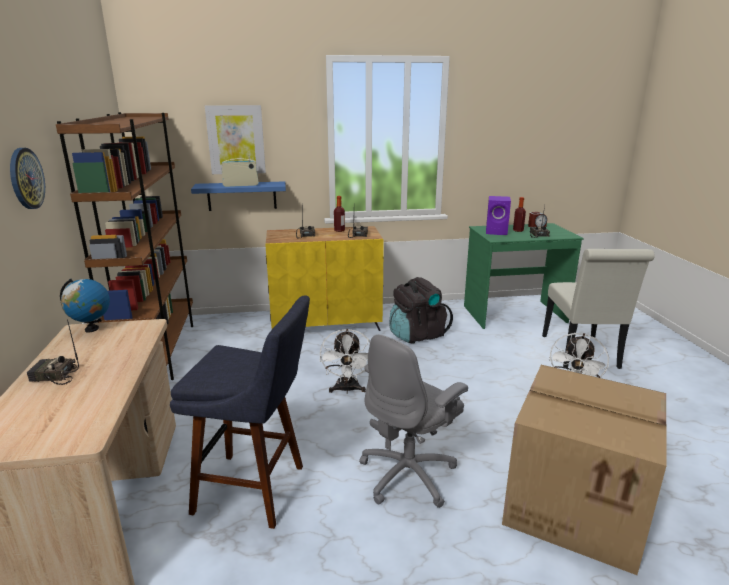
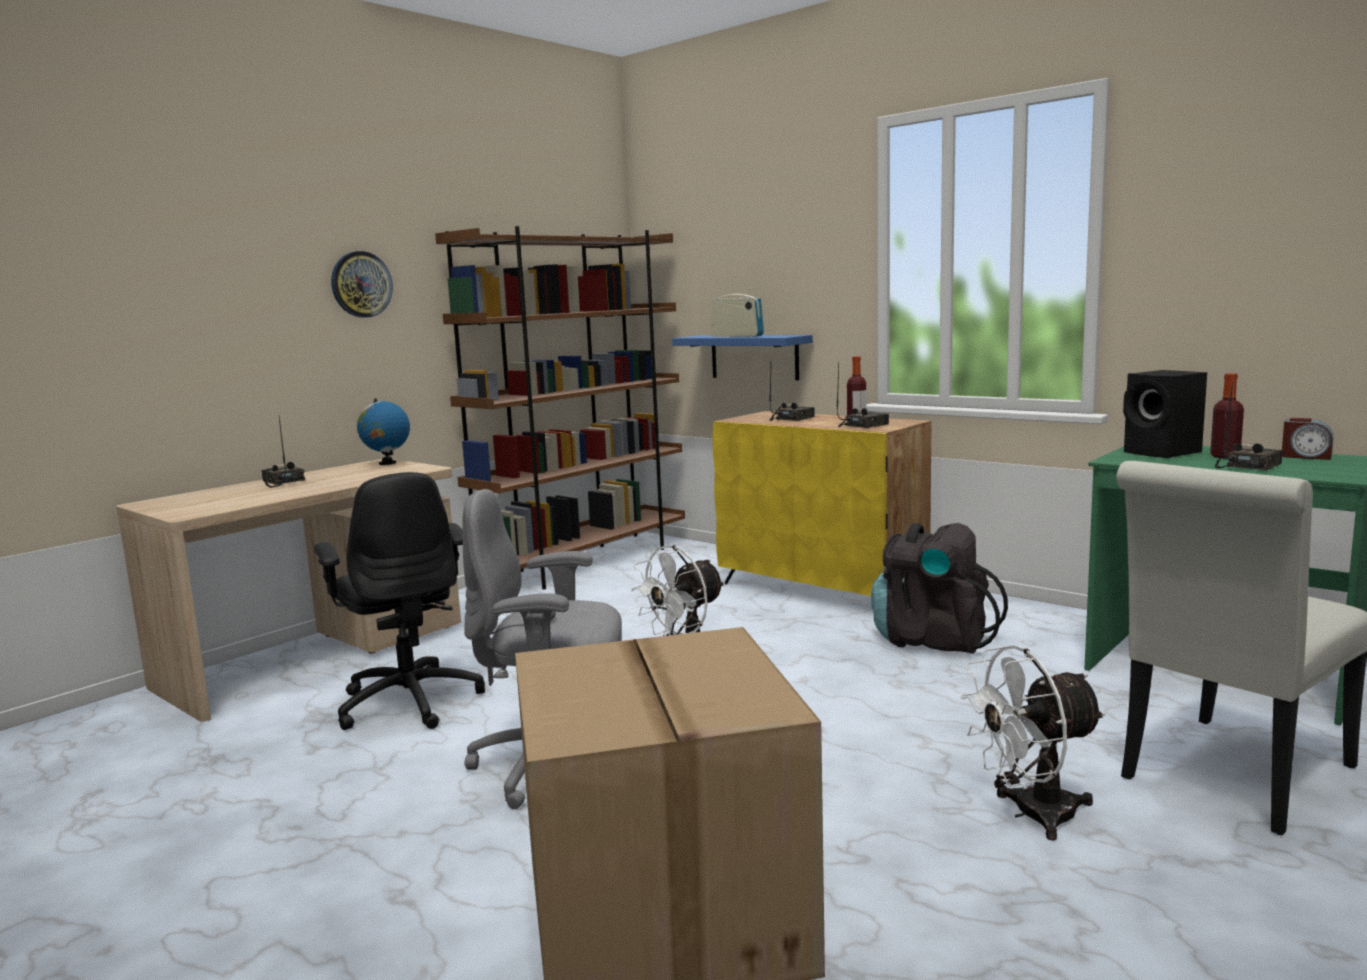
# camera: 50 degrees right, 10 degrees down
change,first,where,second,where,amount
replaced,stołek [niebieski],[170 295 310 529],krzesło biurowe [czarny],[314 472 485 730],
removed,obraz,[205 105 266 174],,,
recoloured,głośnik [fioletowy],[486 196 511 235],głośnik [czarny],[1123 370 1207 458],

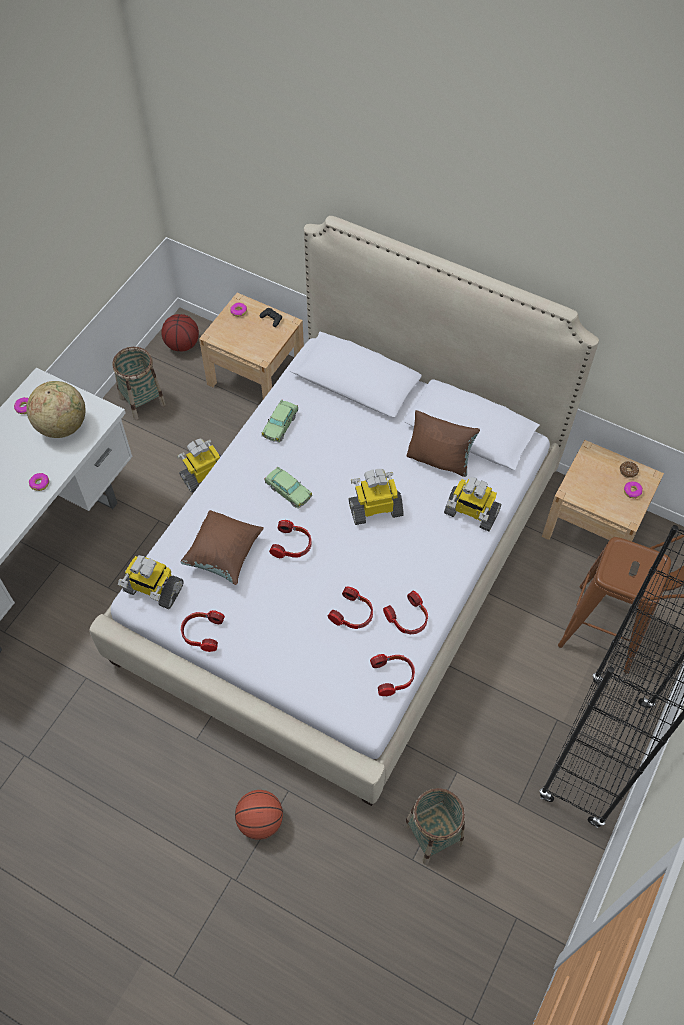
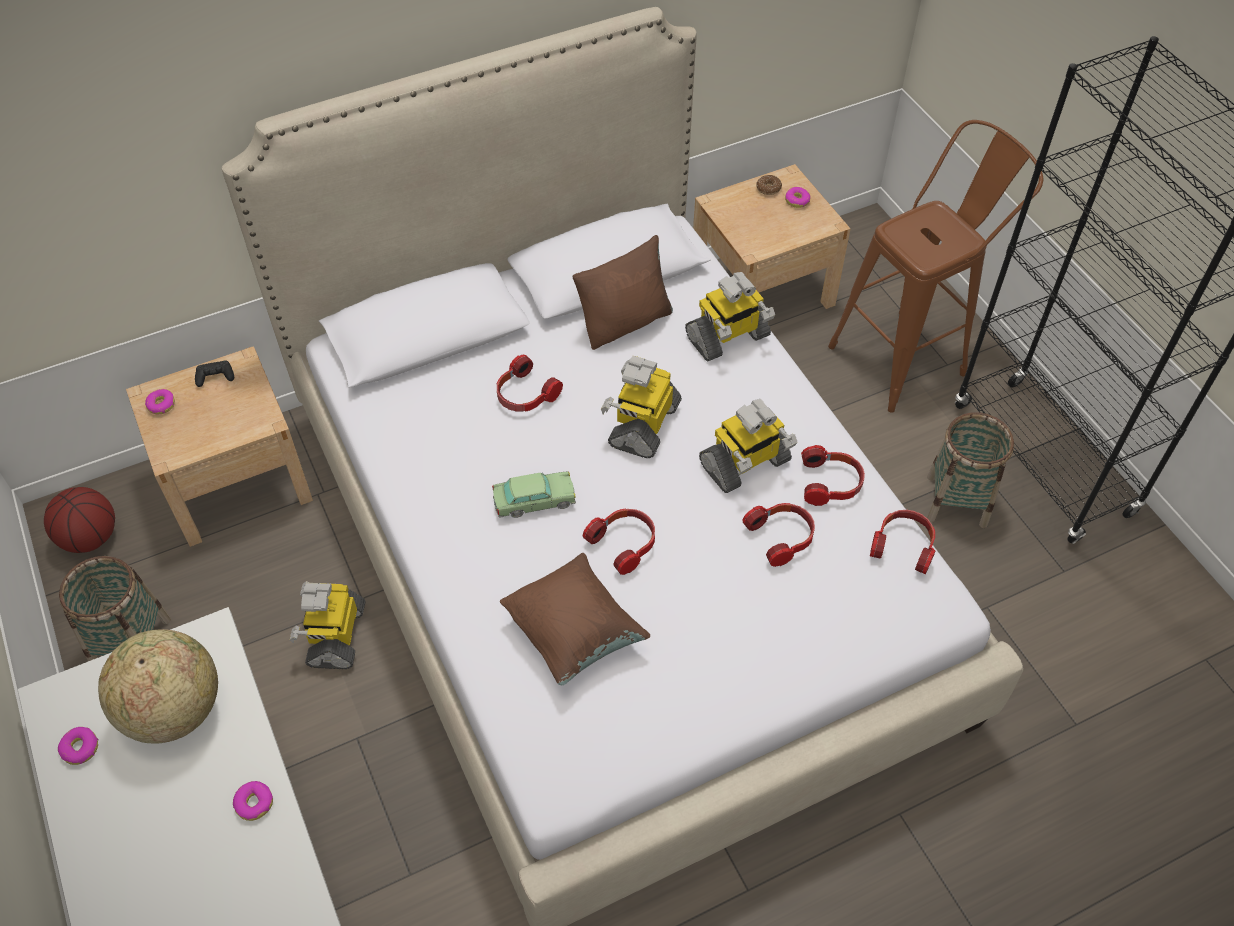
# camera: 55 degrees left, 5 degrees down
change,first,where,second,where,amount
moved,robot zabawkowy,[118 555 184 609],,[699 399 798 493],
moved,słuchawki,[181 610 225 652],,[497 355 563 412],
removed,piłka do koszykówki,[235 790 283 840],,,
removed,samochodzik,[261 400 298 443],,,
moved,koszyk,[404 788 465 865],,[927 412 1014 528],

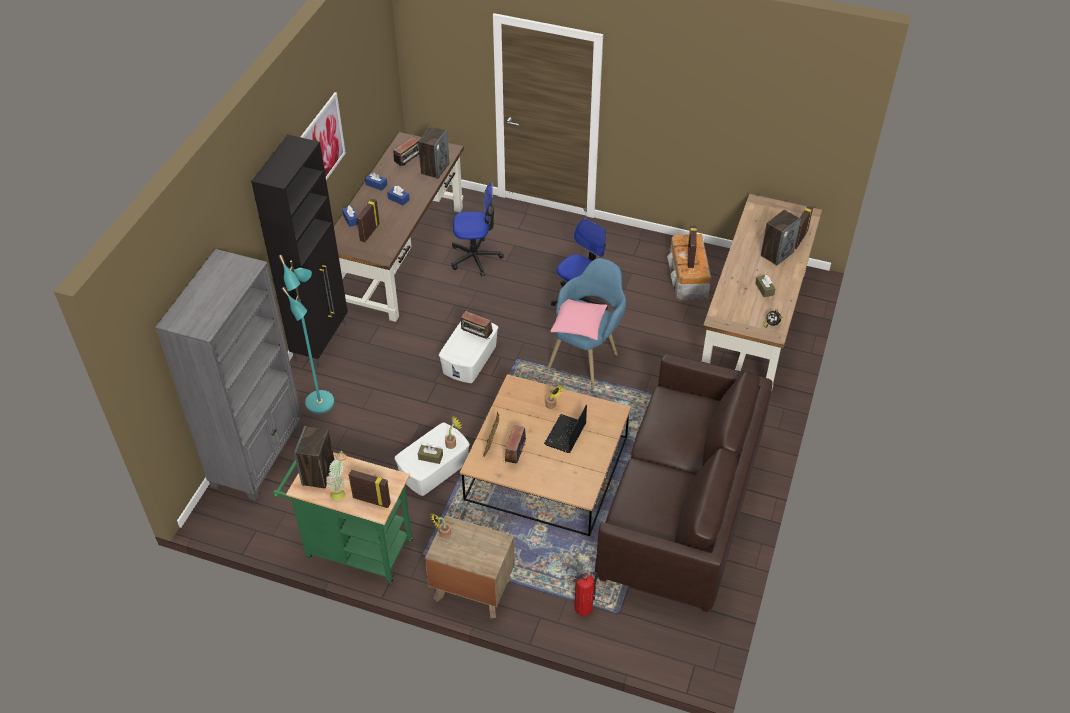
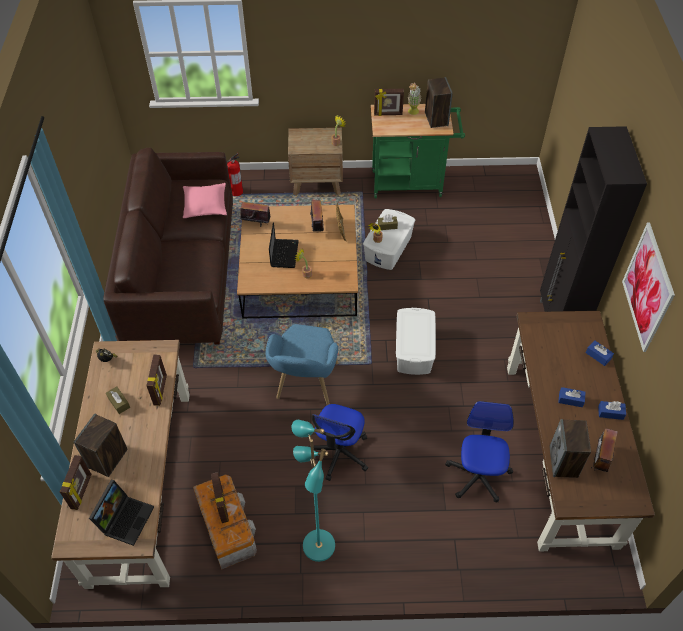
# camera: 160 degrees right, 5 degrees up
change,first,where,second,where,amount
removed,regał [szary],[155 249 302 501],,,
moved,lampa stojąca [turkusowy],[278 255 334 414],,[292 420 335 562],
moved,ramka na zdjęcie,[357 199 380 243],,[146 355 167 406],
turned,krzesło biurowe,[452 182 504 277],,[445 401 514 503],120 degrees clockwise
moved,radio,[461 311 493 340],,[240 199 271 227],
moved,poduszka [różowy],[550 299 607 340],,[183 183 227 218],
added,,,laptop,[89 480 154 546],

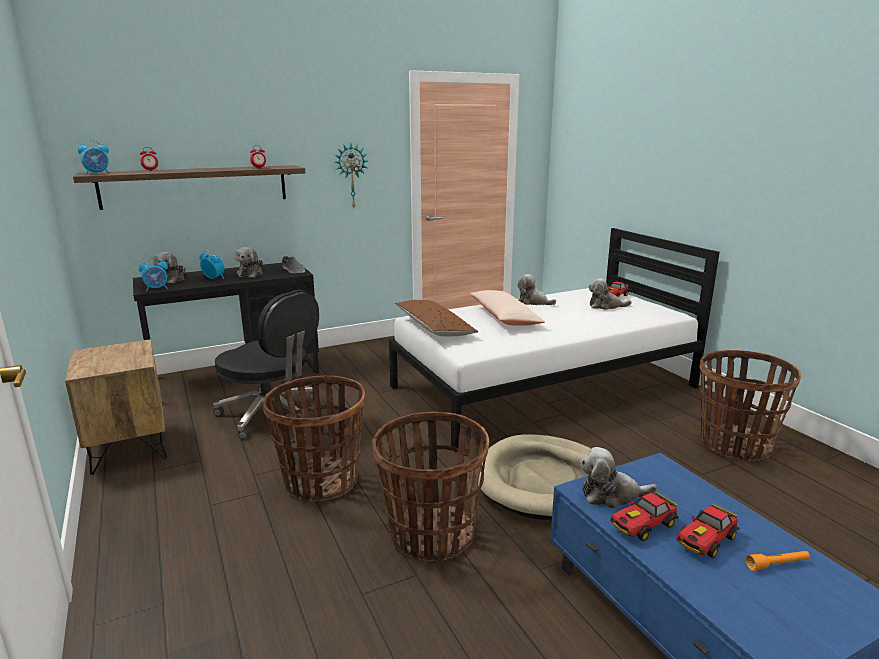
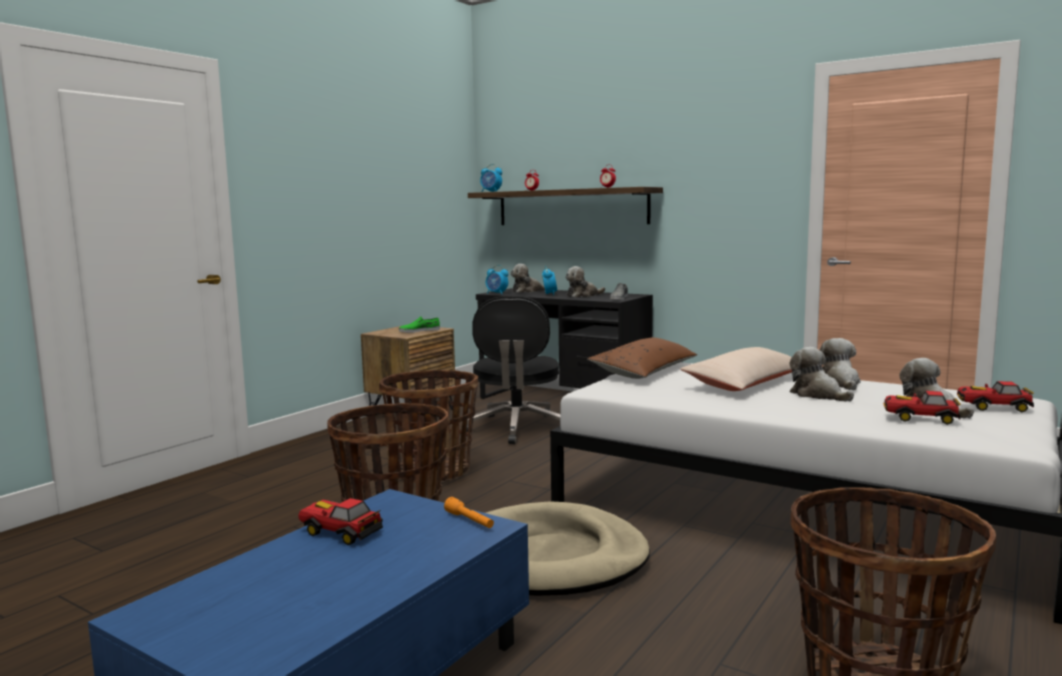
# camera: 60 degrees right, 10 degrees down
change,first,where,second,where,amount
removed,zegar ścienny,[334 143 368 208],,,
moved,pluszak,[580 447 657 509],,[790 347 854 401],
moved,samochodzik,[676 504 740 558],,[883 391 961 425],
moved,latarka [pomarańczowy],[746 551 810 571],,[444 497 494 528],
added,,,but [zielony],[399 316 440 333],

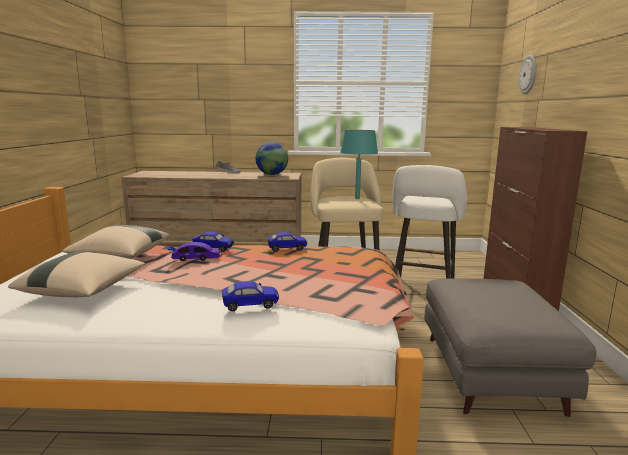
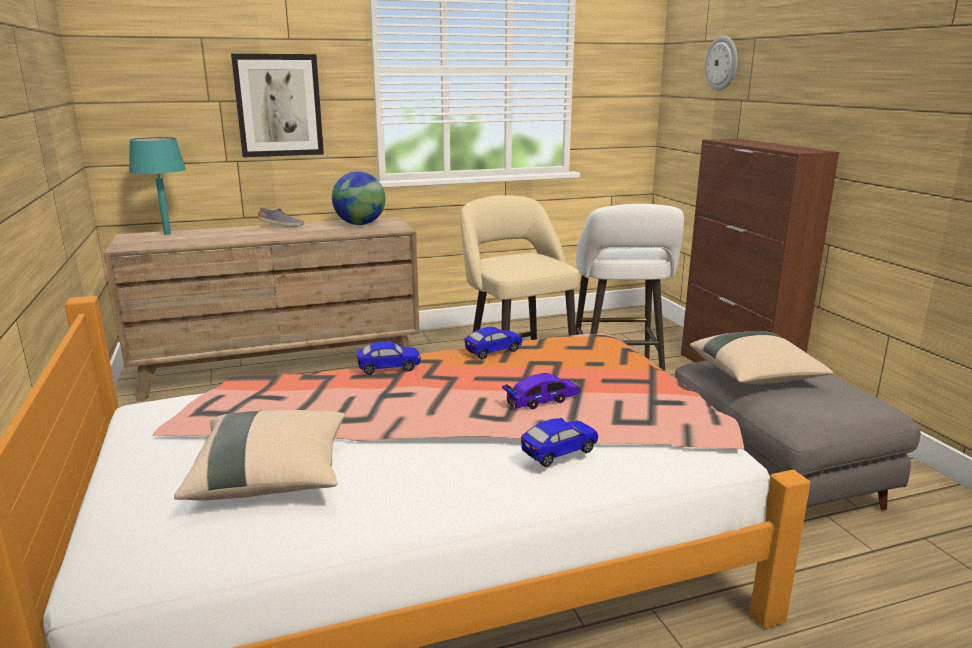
# camera: 20 degrees left, 5 degrees up
change,first,where,second,where,amount
moved,poduszka [beżowy],[62 225 169 259],,[690 331 833 384],
moved,samochodzik,[168 242 222 261],,[502 373 581 409],
moved,lampa stołowa [turkusowy],[340 130 378 199],,[129 137 186 235],
added,,,obraz,[231 54 324 157],

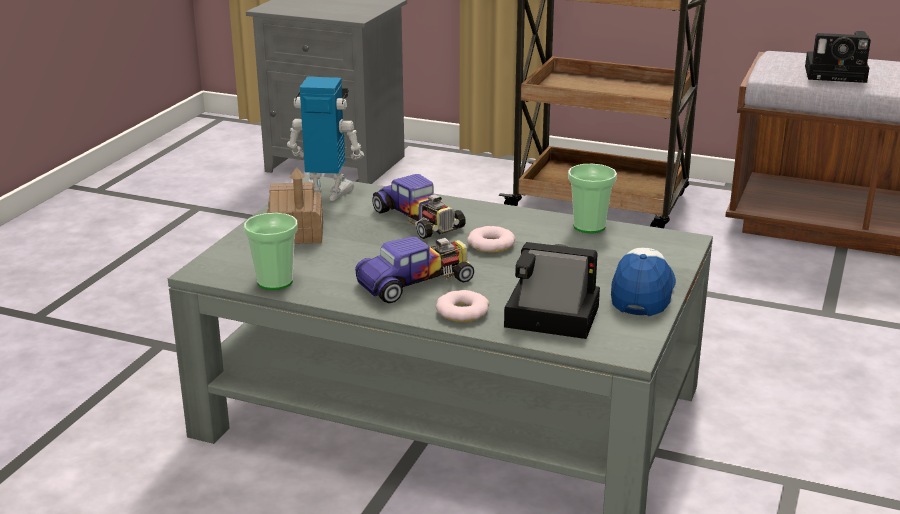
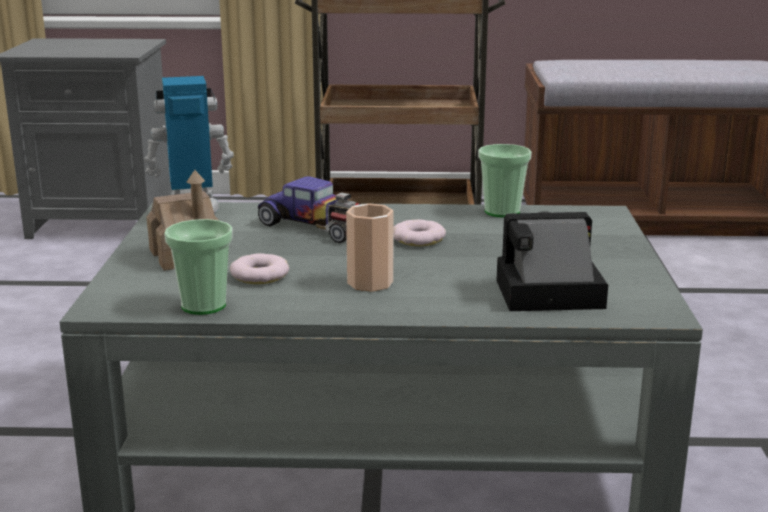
# camera: 20 degrees left, 5 degrees down
change,first,where,second,where,amount
replaced,samochodzik,[355 237 474 303],filiżanka,[346 203 394 292],
moved,donut,[436 290 490 322],,[230 253 289 284],
removed,czapka z daszkiem,[611 248 676 316],,,
removed,aparat fotograficzny,[805 31 871 83],,,

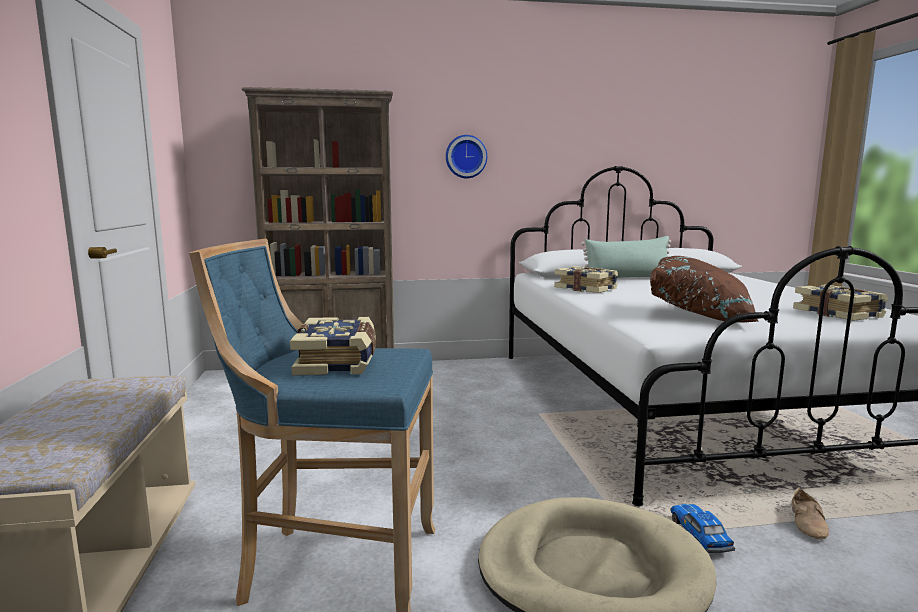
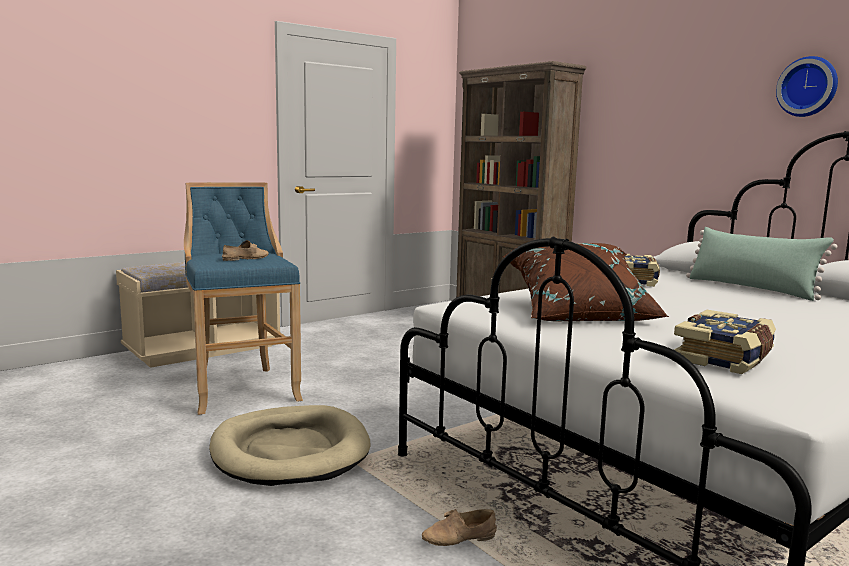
# camera: 60 degrees right, 0 degrees up
change,first,where,second,where,amount
replaced,książka,[290 317 376 376],but [beżowy],[222 240 269 261],
moved,zegar ścienny,[446 135 487 178],,[776 56 838 117],
removed,samochodzik,[671 504 735 553],,,

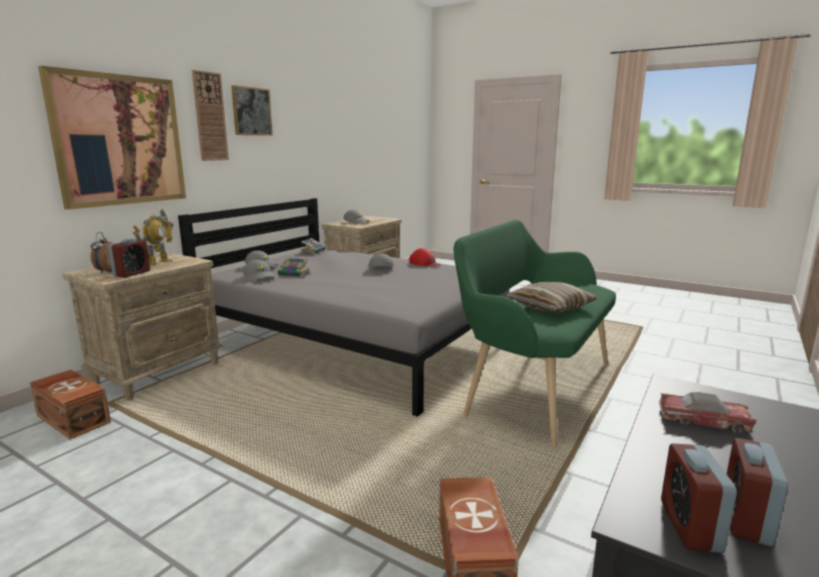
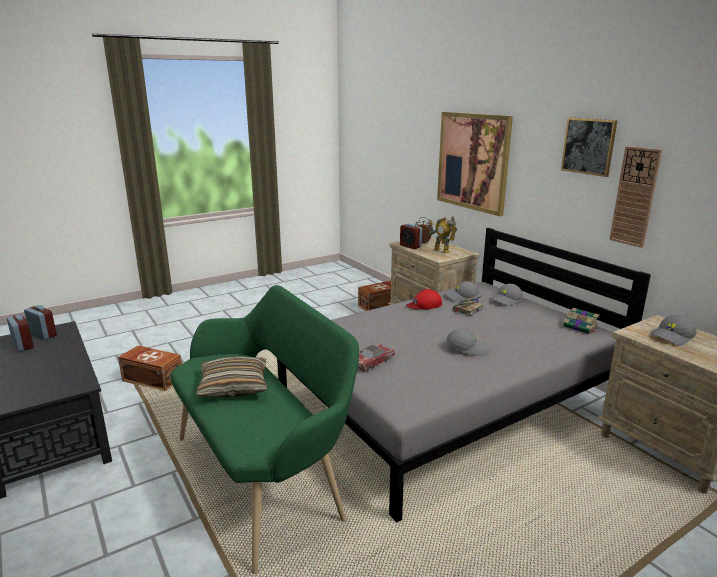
# camera: 115 degrees right, 5 degrees up
change,first,where,second,where,amount
moved,zegar ścienny,[192 70 229 161],,[610 146 662 248],
moved,czapka z daszkiem [czerwony],[409 248 441 267],,[406 289 442 309],
moved,samochodzik,[659 392 757 433],,[357 343 395 372],

